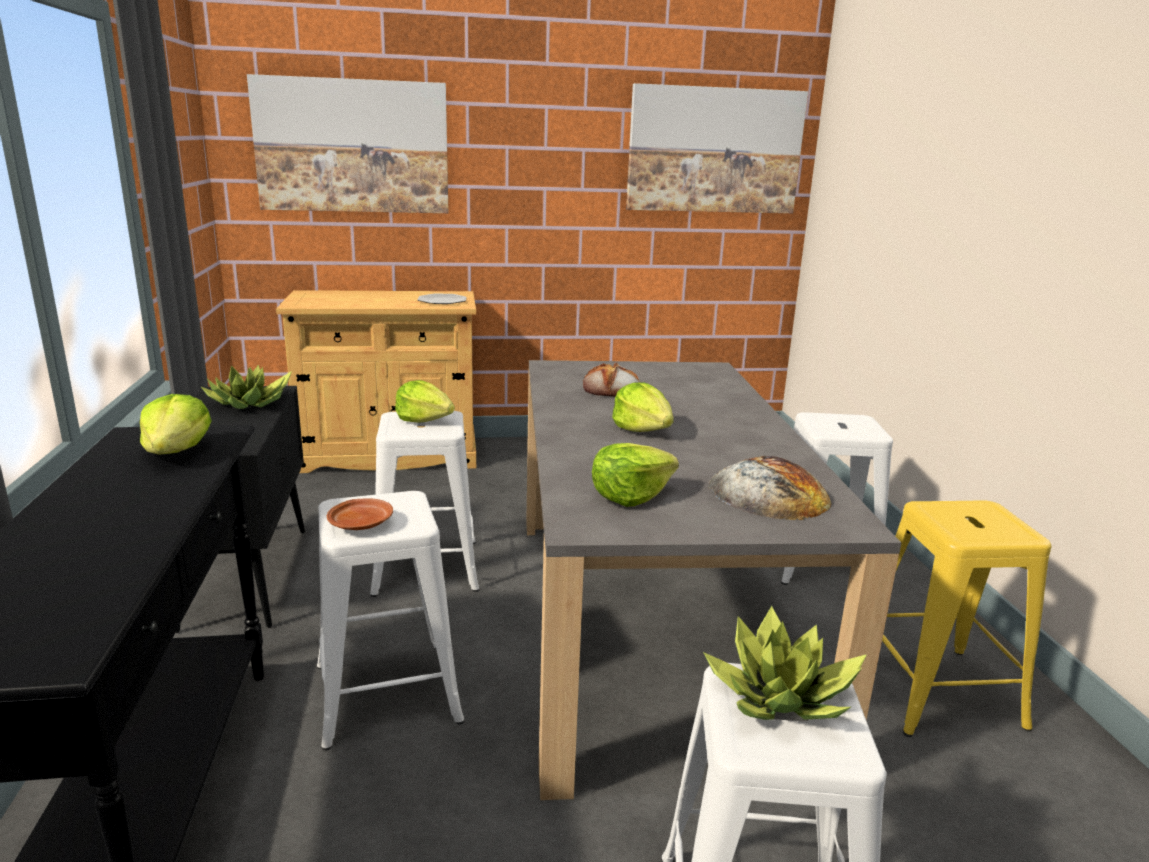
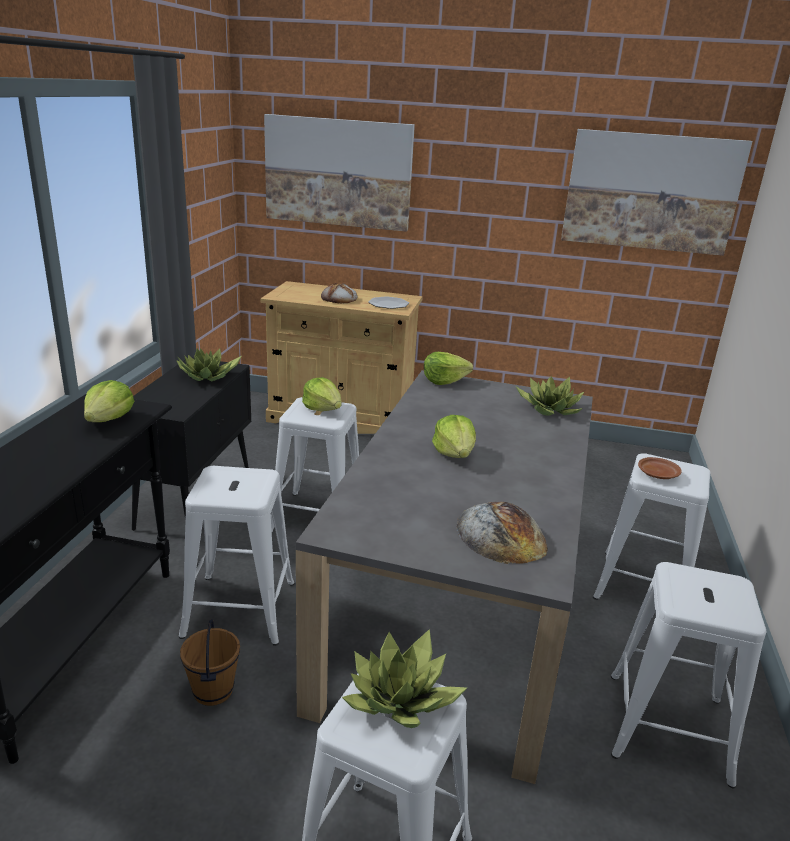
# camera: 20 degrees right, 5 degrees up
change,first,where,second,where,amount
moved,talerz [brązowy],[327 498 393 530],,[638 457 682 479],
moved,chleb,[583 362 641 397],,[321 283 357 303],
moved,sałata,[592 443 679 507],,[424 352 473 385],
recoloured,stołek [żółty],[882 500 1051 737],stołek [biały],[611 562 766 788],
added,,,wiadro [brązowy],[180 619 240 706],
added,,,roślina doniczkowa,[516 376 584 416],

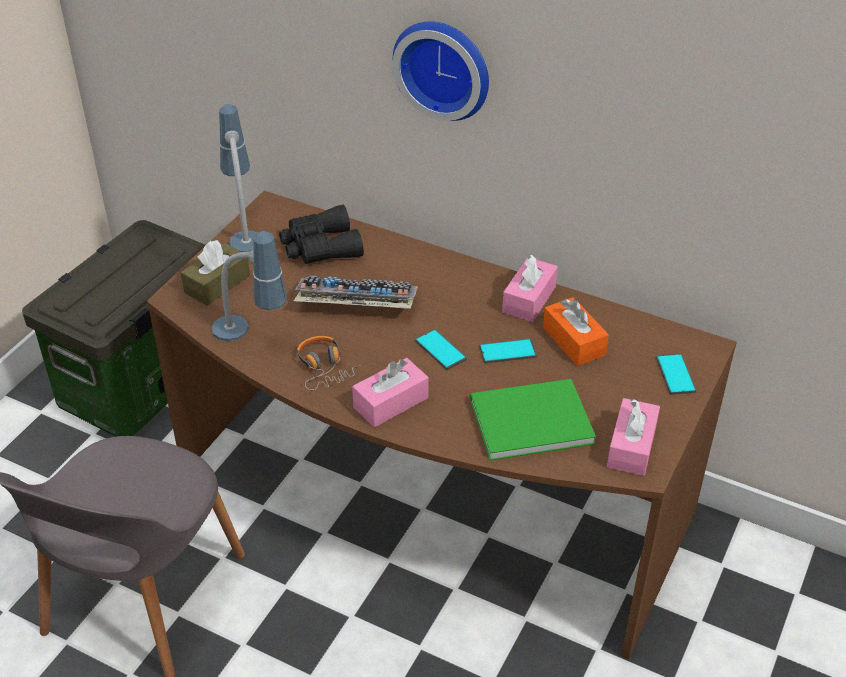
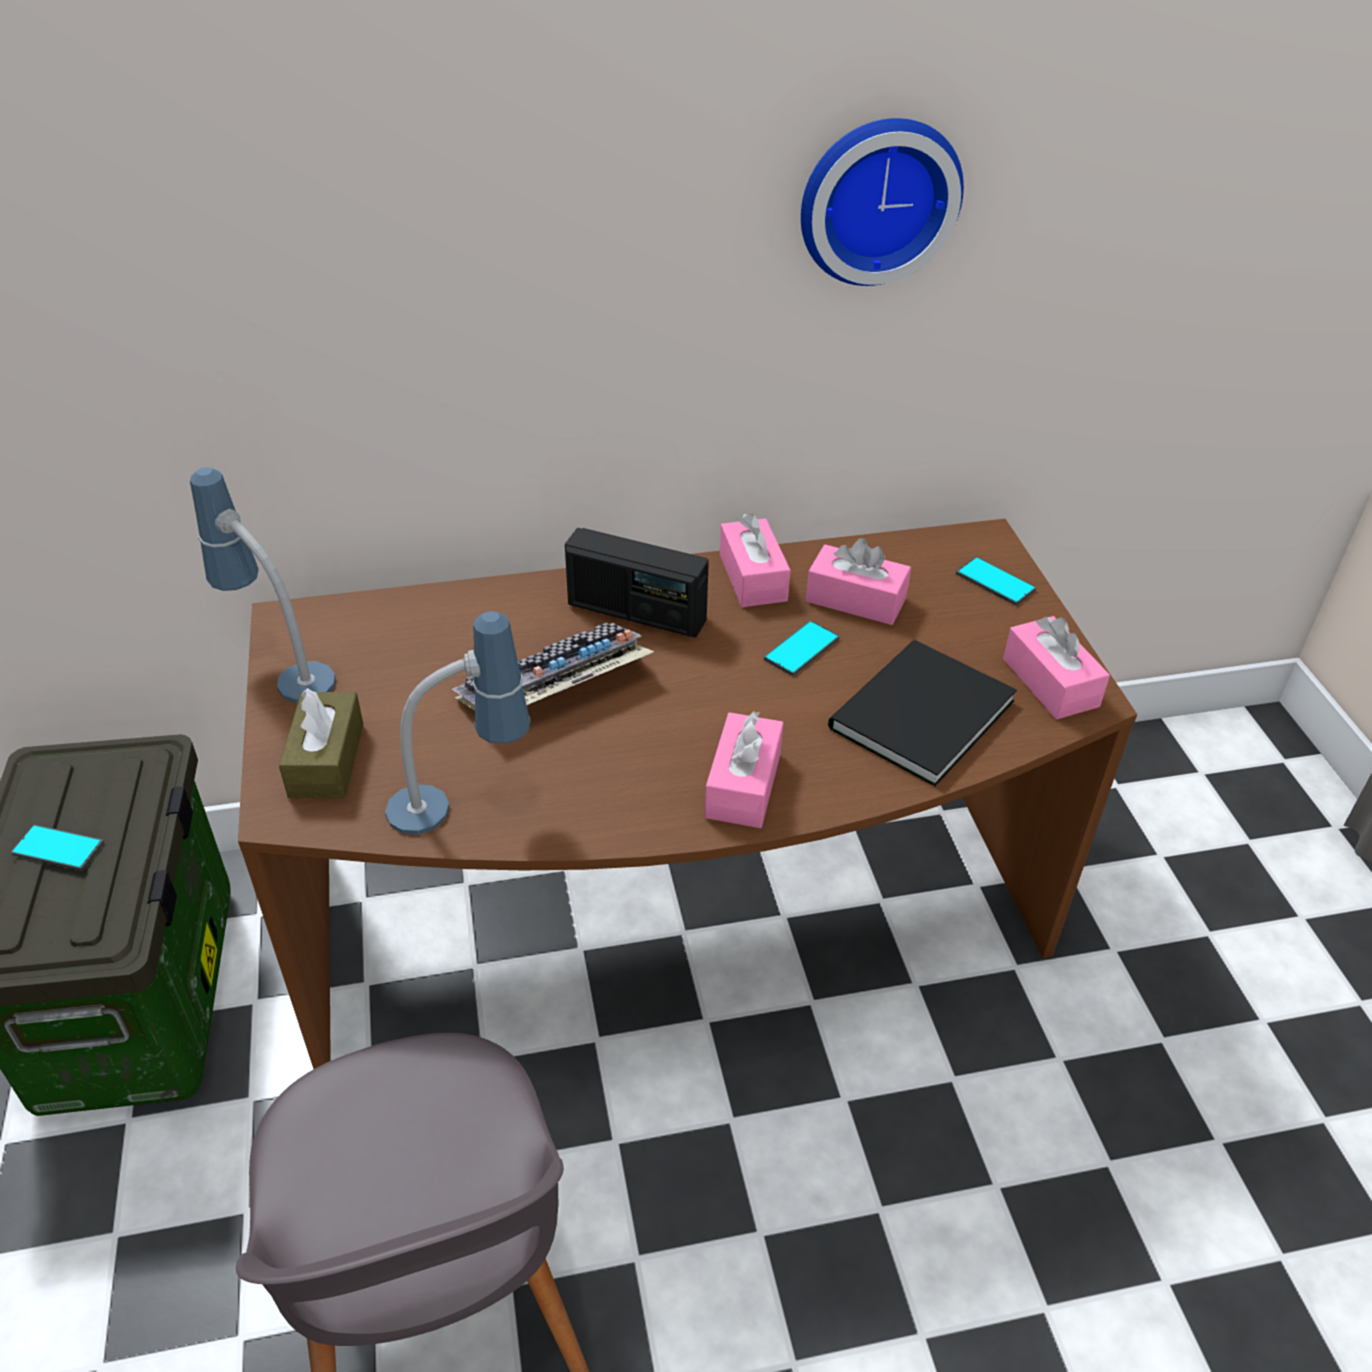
# camera: 40 degrees left, 0 degrees up
change,first,where,second,where,amount
removed,lornetka [czarny],[279 205 364 264],,,
removed,słuchawki,[297 336 361 390],,,
moved,zegar ścienny,[393 21 489 121],,[801 118 964 286],
moved,telefon,[415 329 467 370],,[11 825 104 871],
recoloured,książka [zielony],[470 379 596 461],książka [czarny],[828 640 1017 786],
recoloured,pudełko chusteczek [pomarańczowy],[543 297 609 366],pudełko chusteczek [różowy],[806 538 911 625],
added,,,radio,[565 528 709 638],

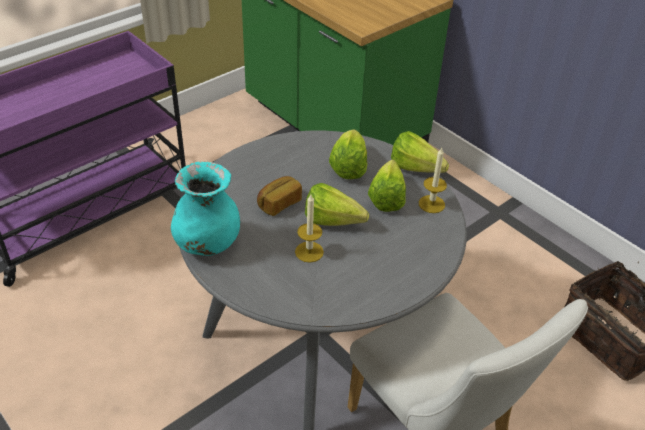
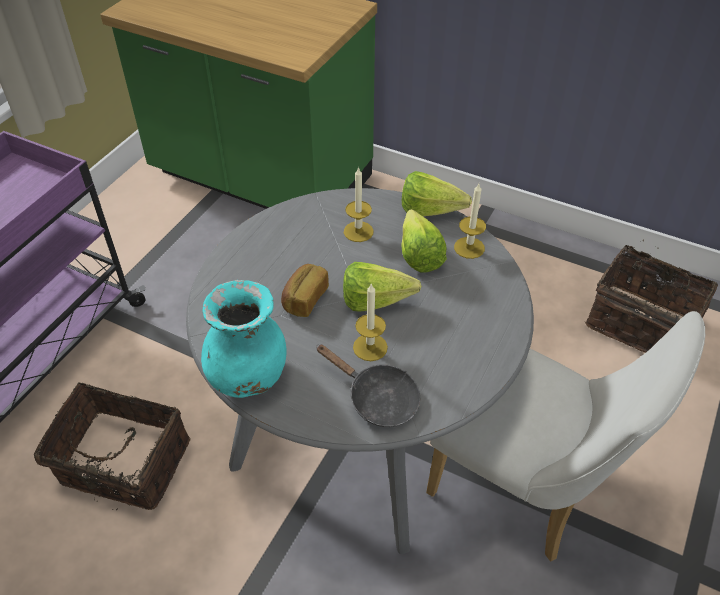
# camera: 20 degrees left, 5 degrees up
change,first,where,second,where,amount
replaced,sałata,[329 129 367 179],świeca,[344 167 374 242],
added,,,koszyk,[34 382 190 510],
added,,,patelnia [czarny],[316 345 420 427],

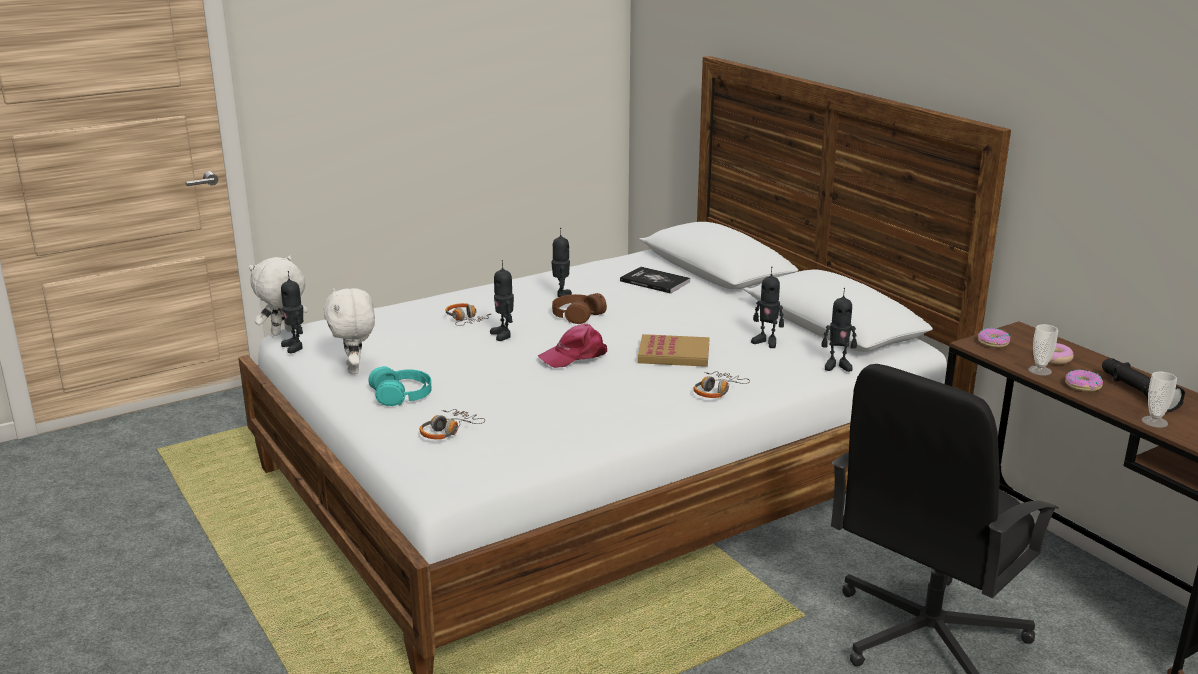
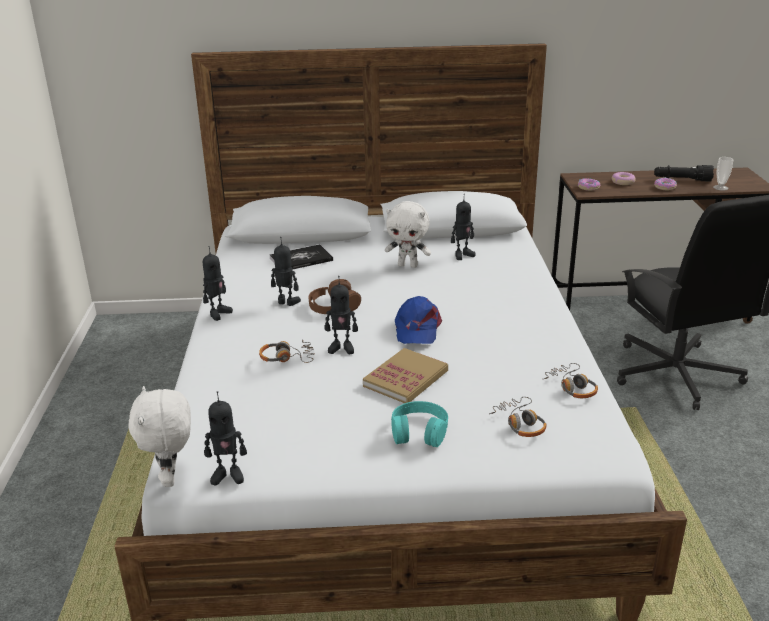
# camera: 60 degrees left, 5 degrees up
change,first,where,second,where,amount
moved,pluszak [biały],[323 288 375 374],,[385 201 431 268],
recoloured,czapka z daszkiem [różowy],[538 324 607 368],czapka z daszkiem [niebieski],[395 296 442 344],
moved,książka,[638 334 710 367],,[363 348 448 403],
moved,słuchawki,[694 371 750 398],,[544 363 598 398],
moved,robot zabawkowy,[821 288 857 372],,[203 246 233 321],
removed,filiżanka,[1028 324 1058 376],,,

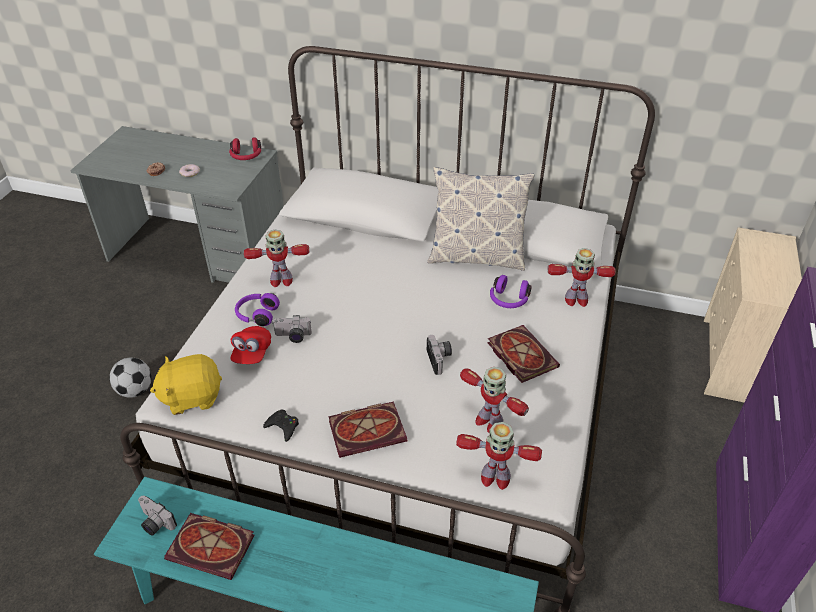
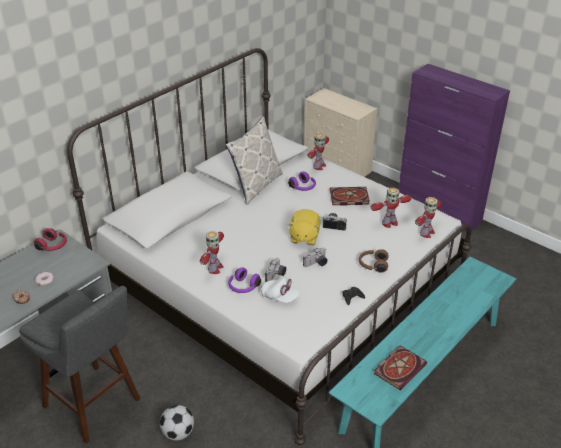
# camera: 65 degrees left, 5 degrees down
change,first,where,second,where,amount
moved,aparat fotograficzny,[138 496 177 536],,[303 248 328 267],
moved,pluszak [żółty],[150 354 222 415],,[288 209 320 245],
recoloured,czapka z daszkiem [czerwony],[230 326 271 364],czapka z daszkiem [biały],[261 278 299 303],
replaced,książka,[328 401 407 458],słuchawki [brązowy],[359 249 389 272],
added,,,stołek [szary],[19 286 140 444],

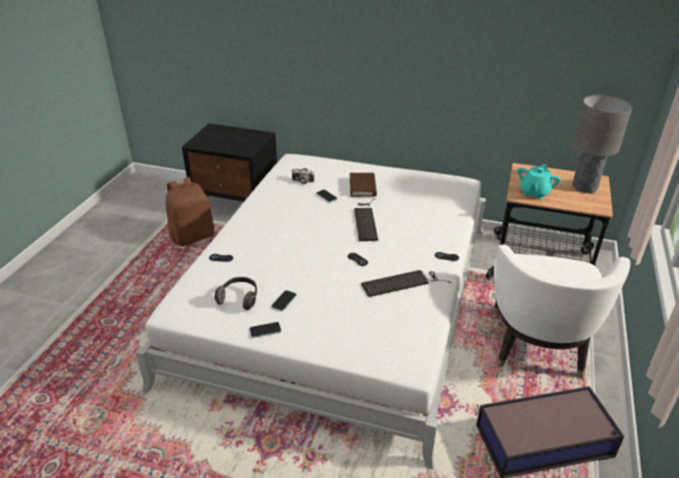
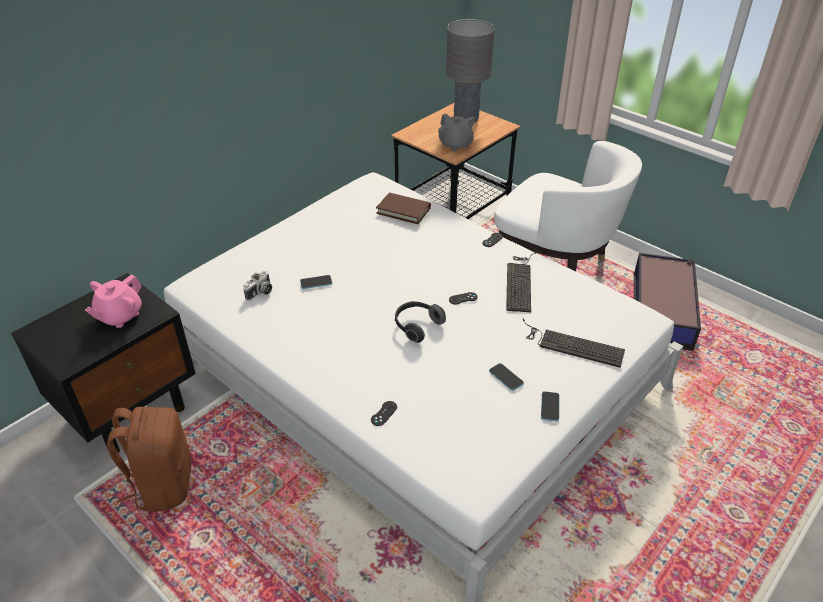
# camera: 65 degrees left, 5 degrees up
change,first,where,second,where,amount
moved,słuchawki,[215 277 257 310],,[395 301 446 343],
moved,książka [brązowy],[350 173 377 197],,[376 193 431 224],
moved,klawiatura,[354 199 378 241],,[523 319 625 368],
recoloured,imbryk [turkusowy],[517 164 561 199],imbryk [szary],[438 114 475 152],
added,,,imbryk [różowy],[85 275 142 328],

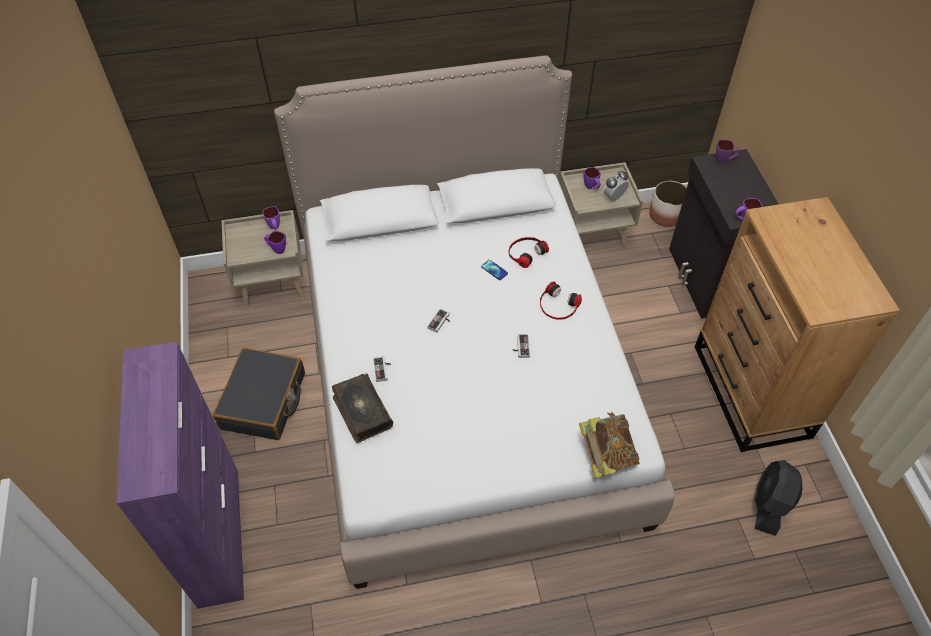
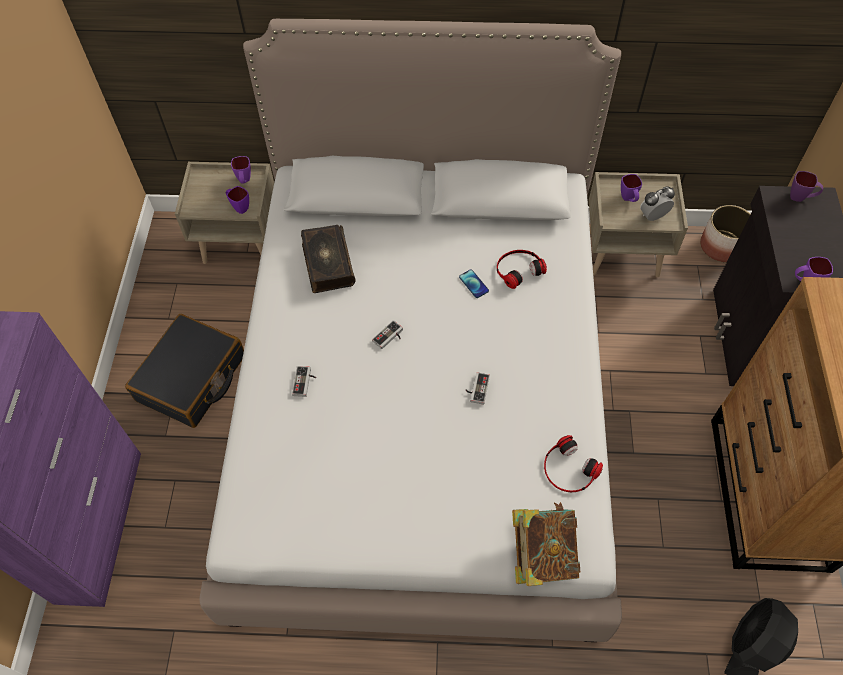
# camera: 15 degrees right, 5 degrees up
change,first,where,second,where,amount
moved,książka,[332 373 393 443],,[301 225 355 293],
moved,słuchawki,[540 281 582 320],,[544 435 603 492],

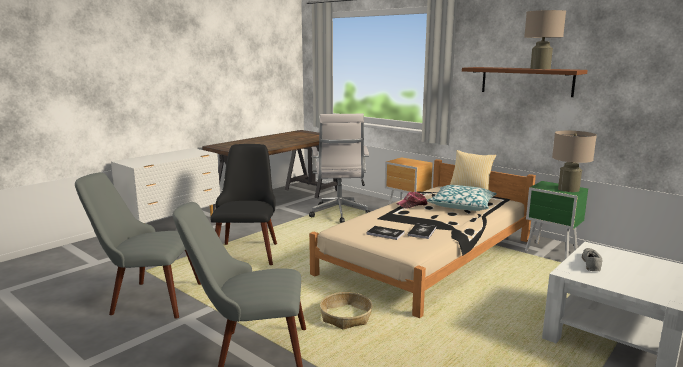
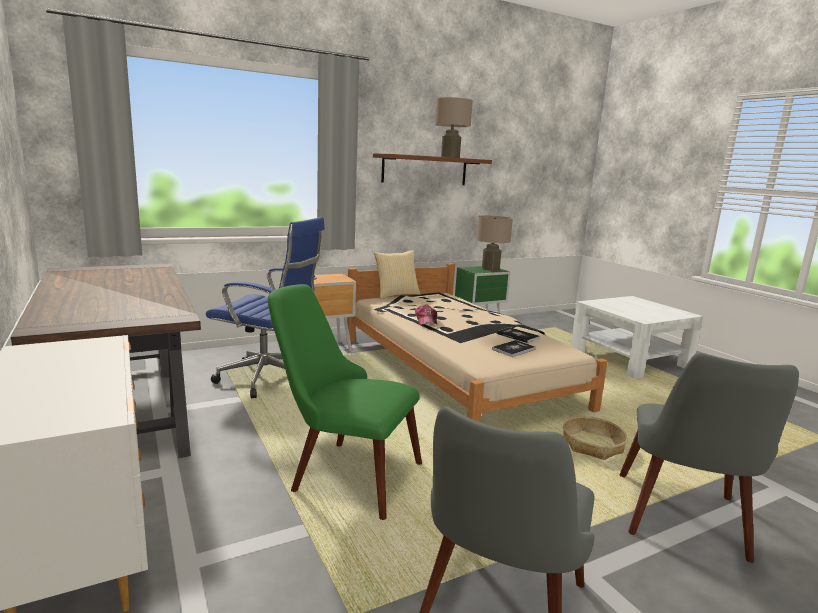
# camera: 70 degrees left, 0 degrees up
change,first,where,second,where,amount
recoloured,krzesło [czarny],[210 144 277 265],krzesło [zielony],[268 284 422 520],
recoloured,krzesło biurowe [biały],[309 113 371 223],krzesło biurowe [niebieski],[206 217 325 398],
removed,poduszka,[427 185 497 211],,,
removed,but [szary],[582 248 603 271],,,

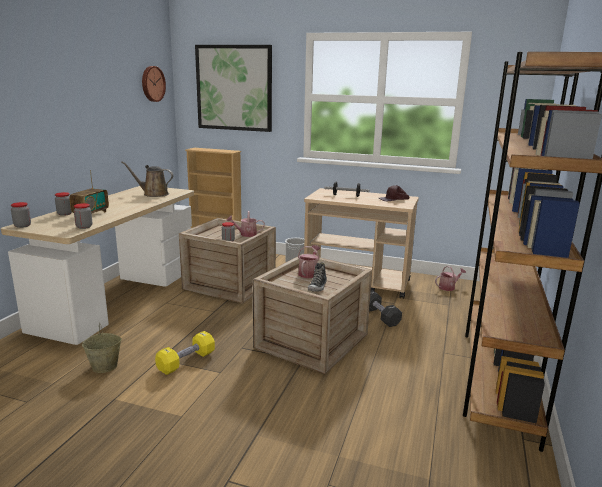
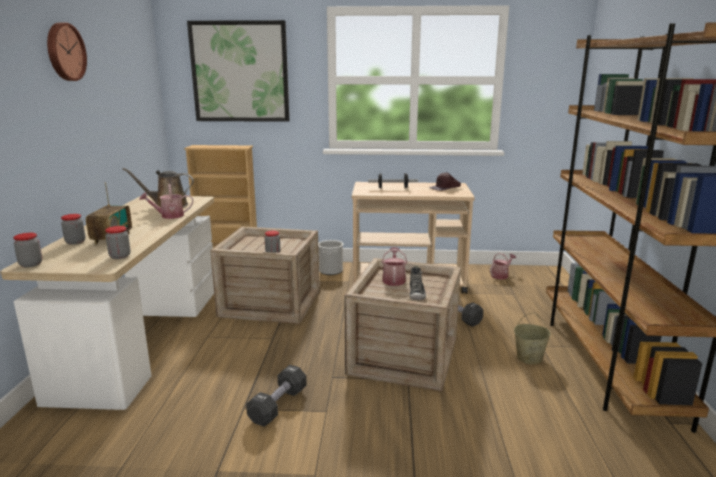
# camera: 15 degrees left, 0 degrees up
change,first,where,second,where,amount
moved,wiadro [beżowy],[82 323 122 373],,[514 313 551 364],
moved,zegar ścienny,[142 66 166 102],,[47 22 87 81],
recoloured,hantel [żółty],[155 331 215 375],hantel [czarny],[246 365 307 427],
moved,konewka,[226 211 265 237],,[139 184 193 219],

